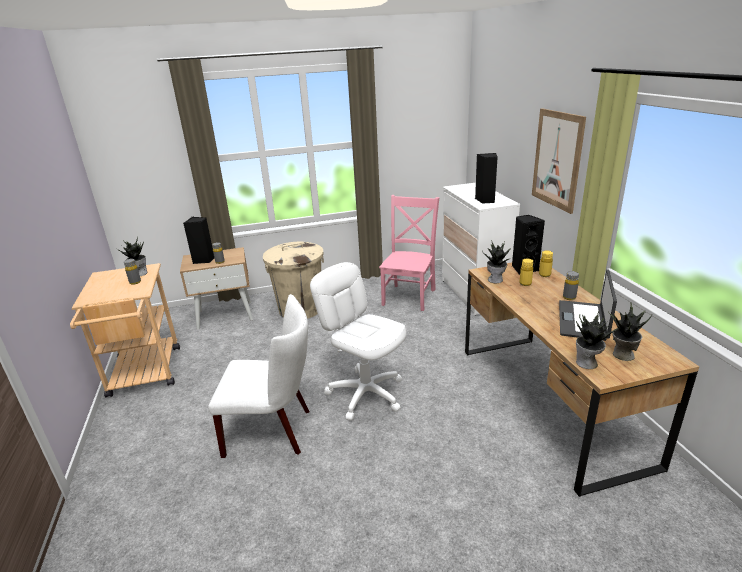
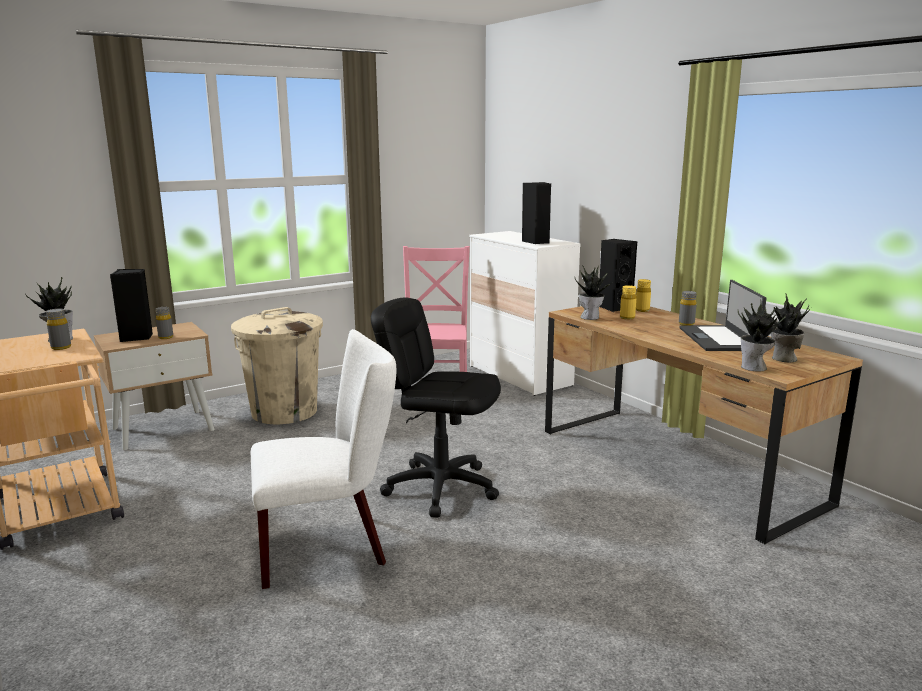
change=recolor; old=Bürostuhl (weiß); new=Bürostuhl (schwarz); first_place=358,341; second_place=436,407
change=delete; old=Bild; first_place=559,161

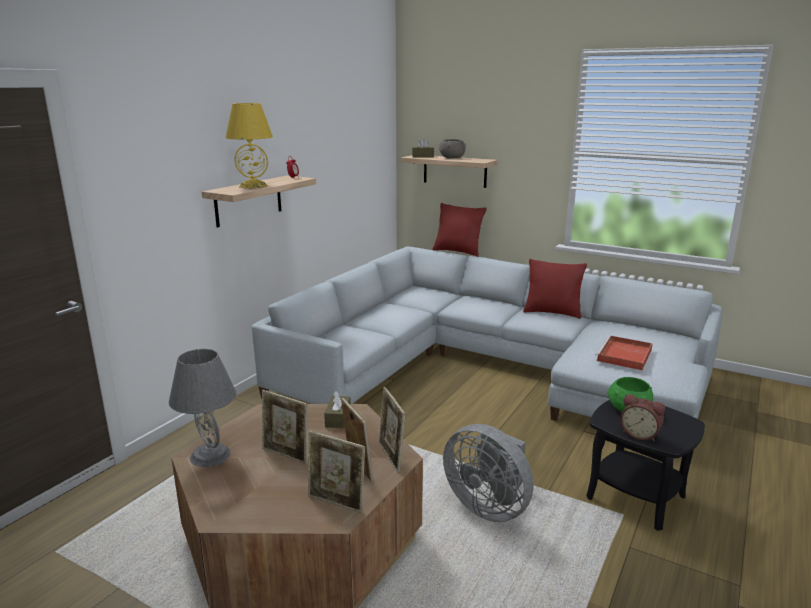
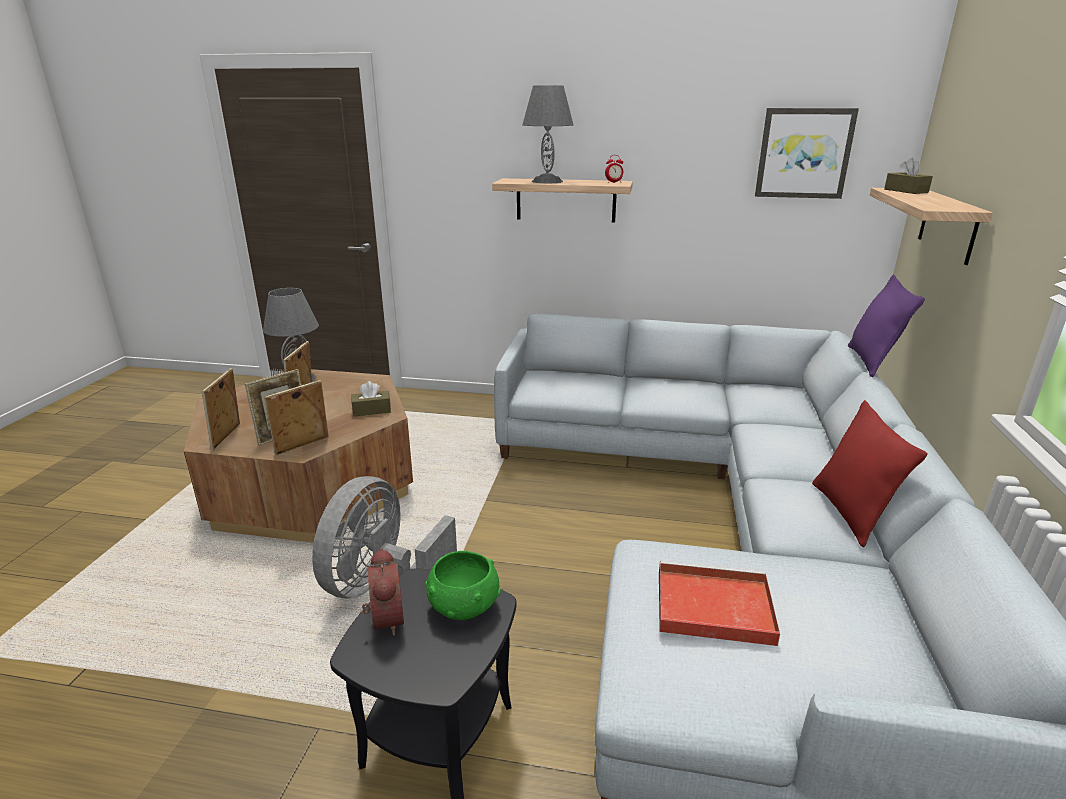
change=rotate; old=Wecker; first_place=642,418; second_place=383,592; degrees=150
change=recolor; old=Tischlampe (gelb); new=Tischlampe (grau); first_place=249,146; second_place=548,134
change=insert; new=Bild; second_place=807,153
change=recolor; old=Kissen (rot); new=Kissen (lila); first_place=460,230; second_place=886,326
change=delete; old=Schüssel (grau); first_place=452,149

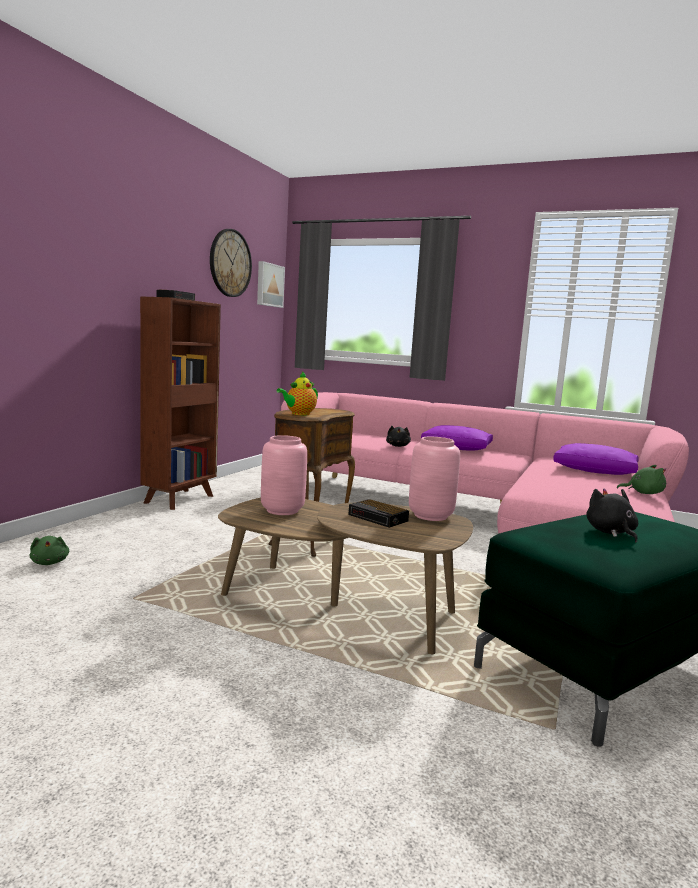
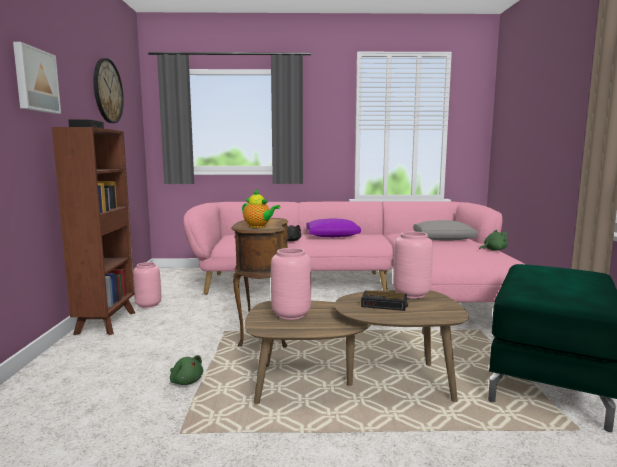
change=move; old=Bild; first_place=271,284; second_place=37,78
change=insert; new=Vase (rosa); second_place=147,285
change=move; old=Plüschtier (grün); first_place=49,550; second_place=186,370
change=rotate; old=Teekanne; first_place=297,393; second_place=261,208; degrees=-75
change=recolor; old=Kissen (lila); new=Kissen (grau); first_place=596,459; second_place=445,230
change=delete; old=Plüschtier (schwarz); first_place=612,515

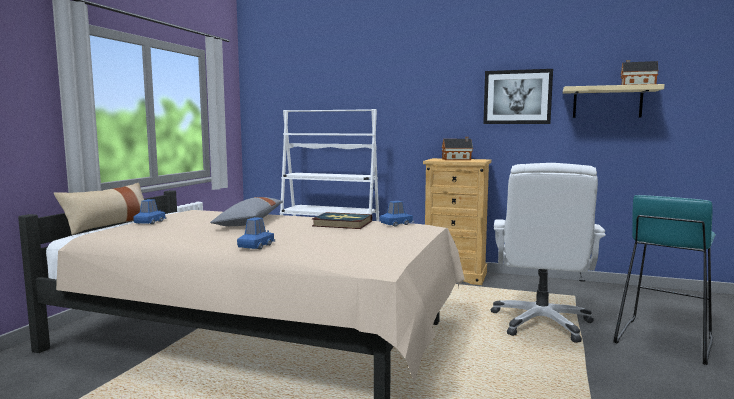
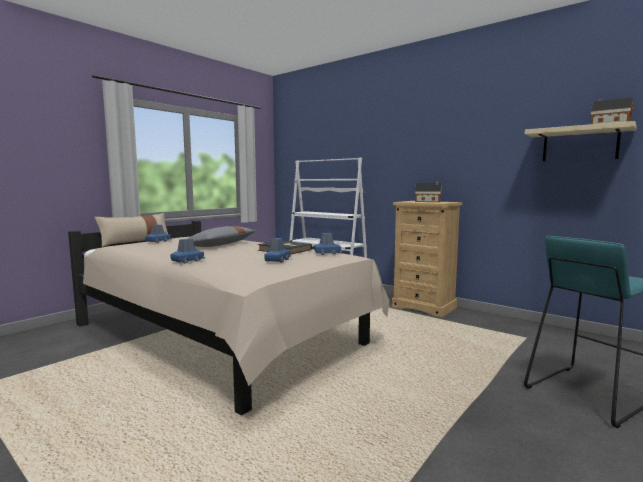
change=insert; new=Spielzeugauto (blau); second_place=277,250
change=delete; old=Bild; first_place=518,96
change=delete; old=Bürostuhl (weiß); first_place=548,253

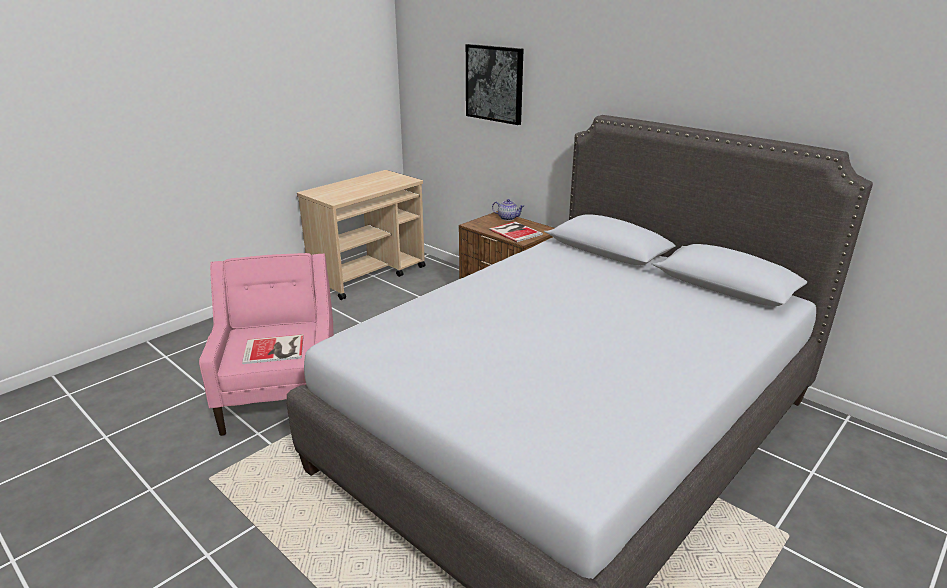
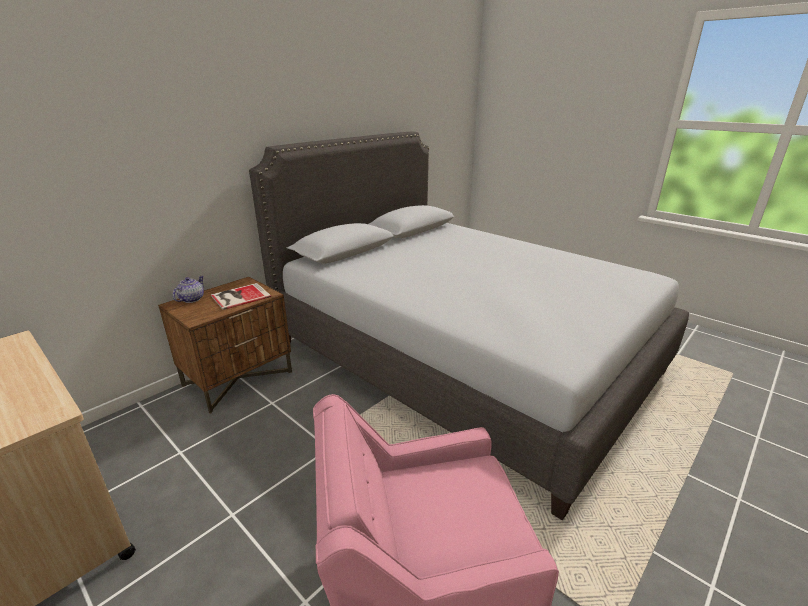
change=delete; old=Buch; first_place=273,349
change=delete; old=Bild; first_place=495,84

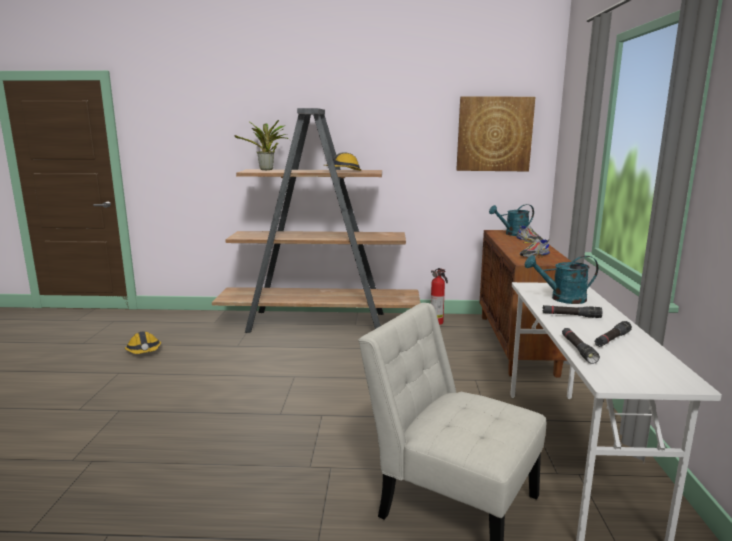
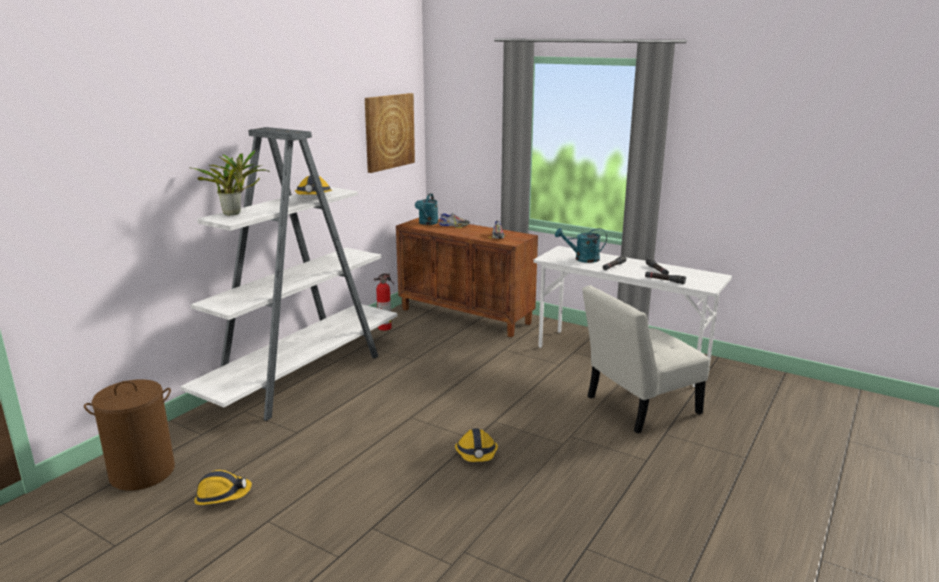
change=insert; new=Wäschekorb (braun); second_place=129,435
change=recolor; old=Bücherregal (braun); new=Bücherregal (weiß); first_place=316,220; second_place=288,274
change=insert; new=Schutzhelm; second_place=476,445
change=rotate; old=Gießkanne (türkis); first_place=561,279; second_place=581,245; degrees=60

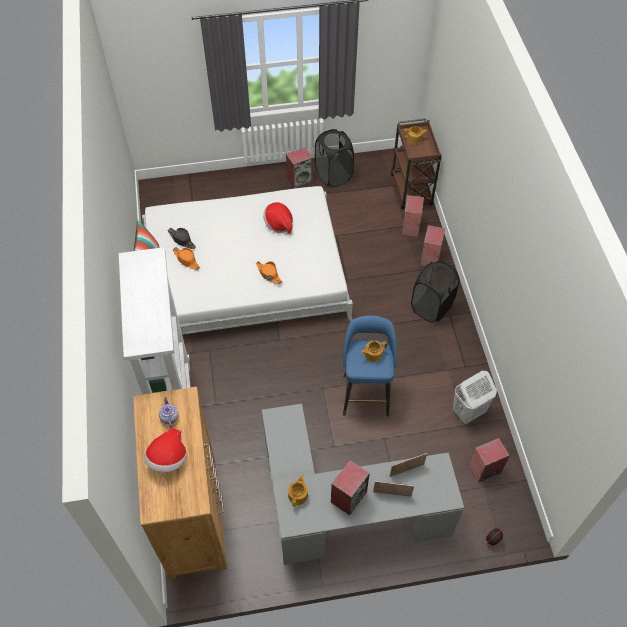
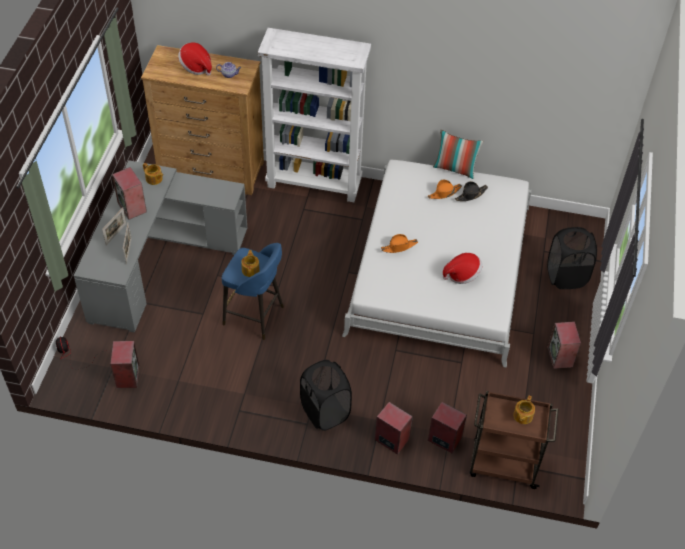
change=move; old=Wäschekorb (schwarz); first_place=334,158; second_place=572,258
change=delete; old=Wäschekorb (weiß); first_place=475,397

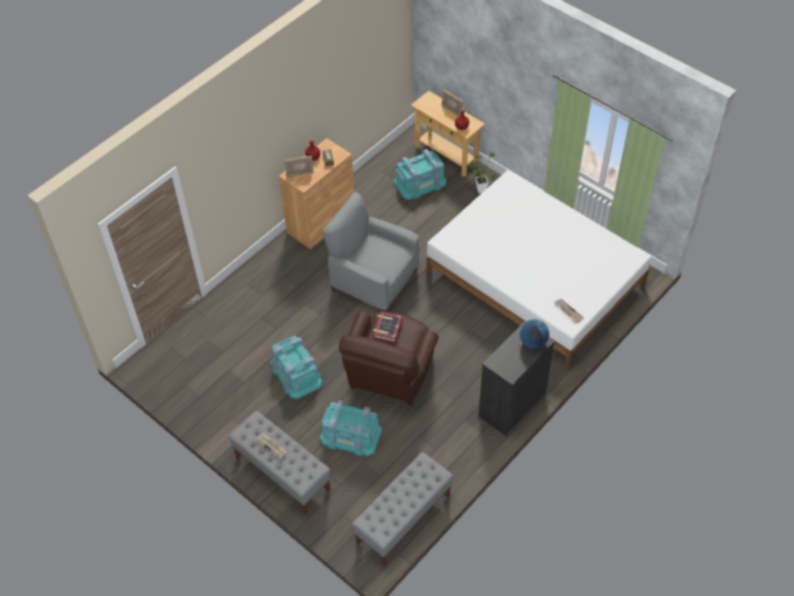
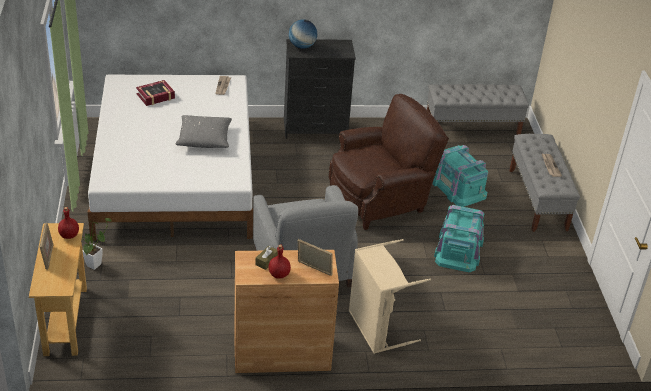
change=move; old=Buch; first_place=388,327; second_place=155,93
change=insert; new=Kissen (grau); second_place=203,131
change=insert; new=Wäschekorb (beige); second_place=390,296
change=delete; old=Aufbewahrungsbox (türkis); first_place=420,174

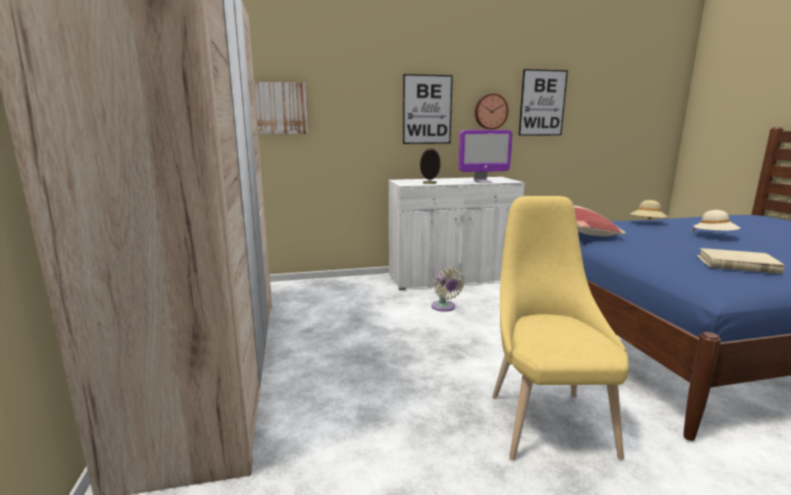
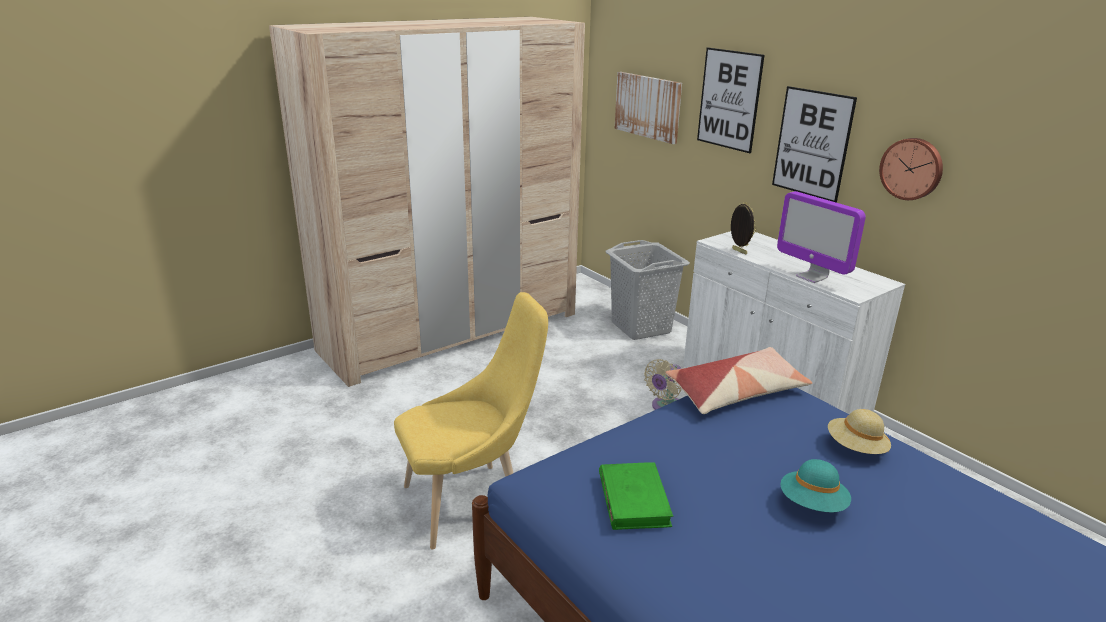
change=recolor; old=Buch (beige); new=Buch (grün); first_place=740,261; second_place=636,496
change=insert; new=Wäschekorb (grau); second_place=647,290
change=move; old=Bild; first_place=543,102; second_place=731,100
change=recolor; old=Hut (beige); new=Hut (türkis); first_place=716,221; second_place=815,485

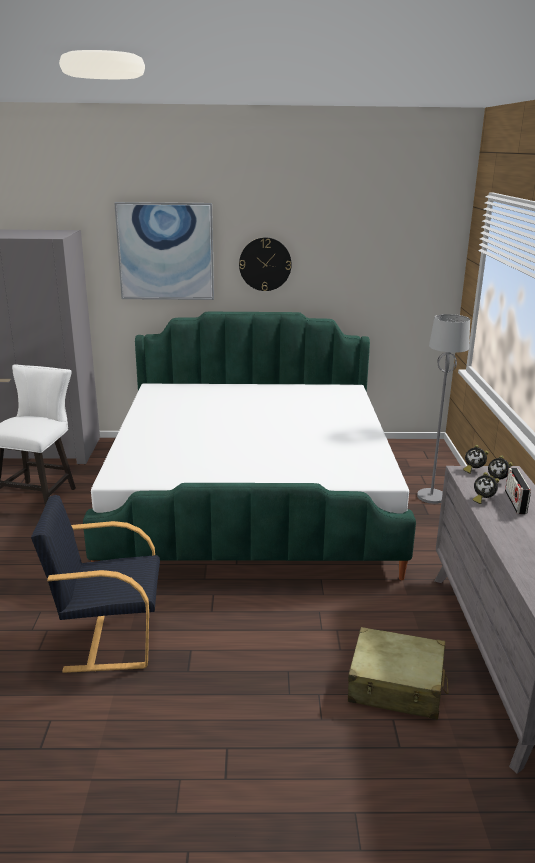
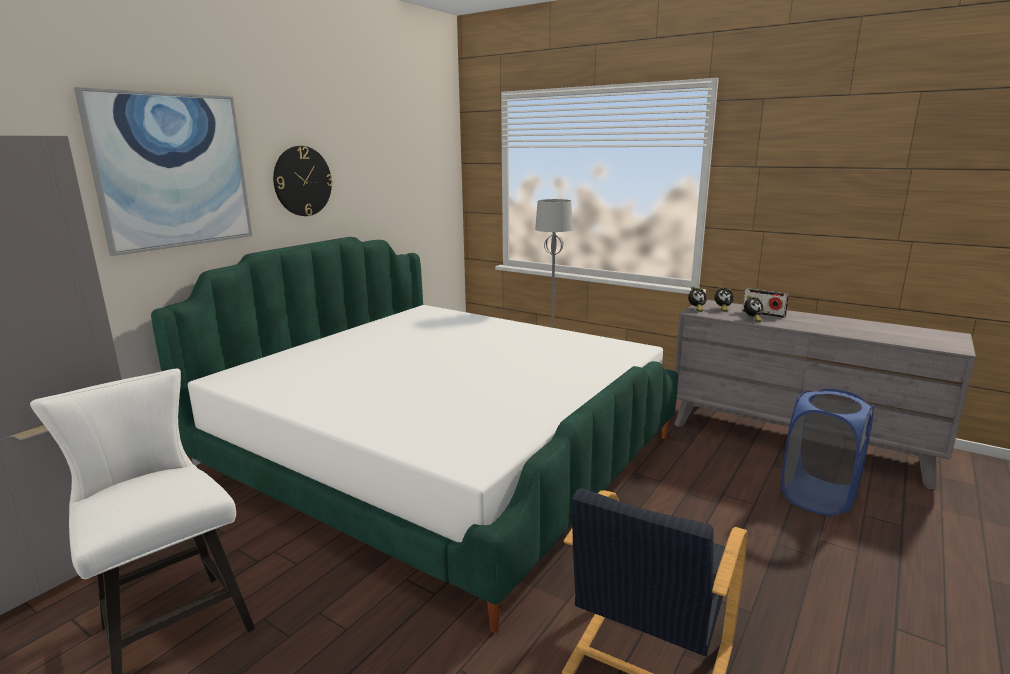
change=replace; old=Koffer (beige); new=Wäschekorb (blau); first_place=398,673; second_place=827,452

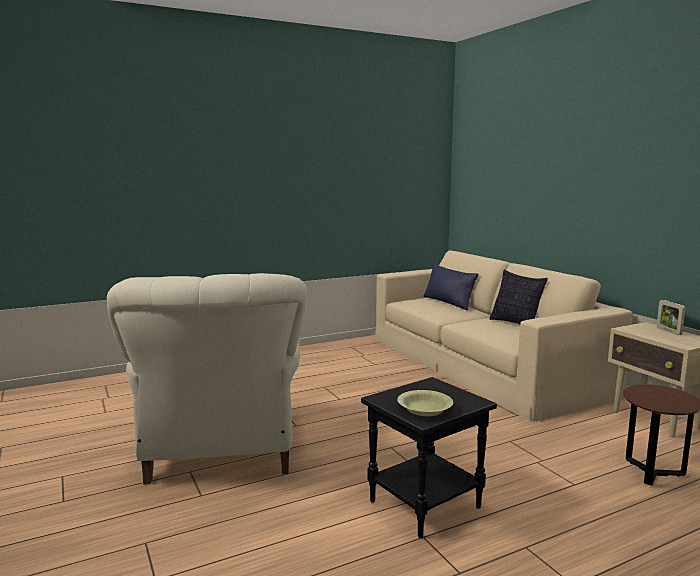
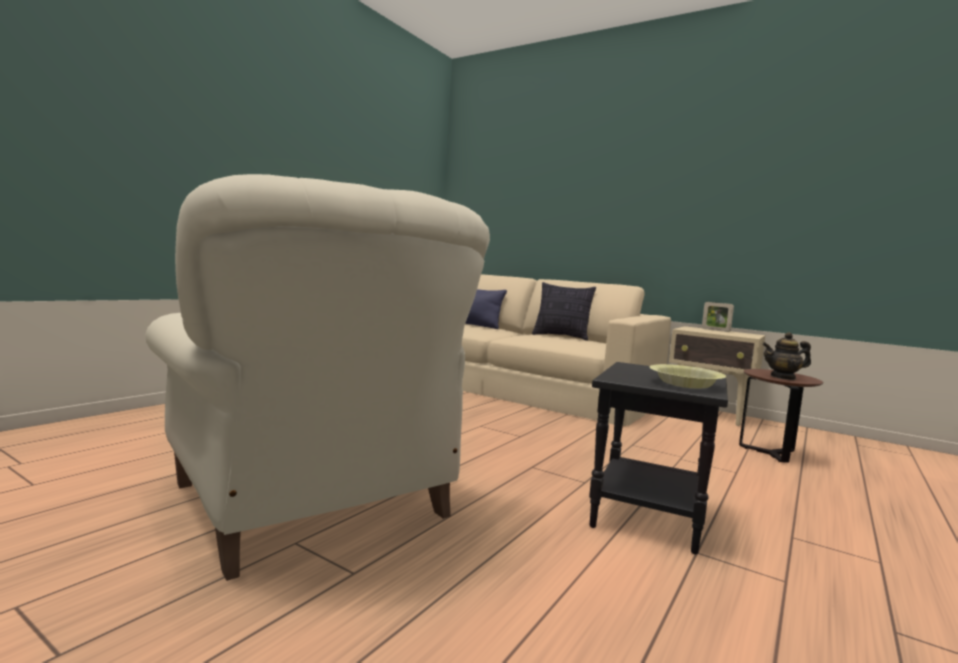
change=insert; new=Teekanne; second_place=786,356

